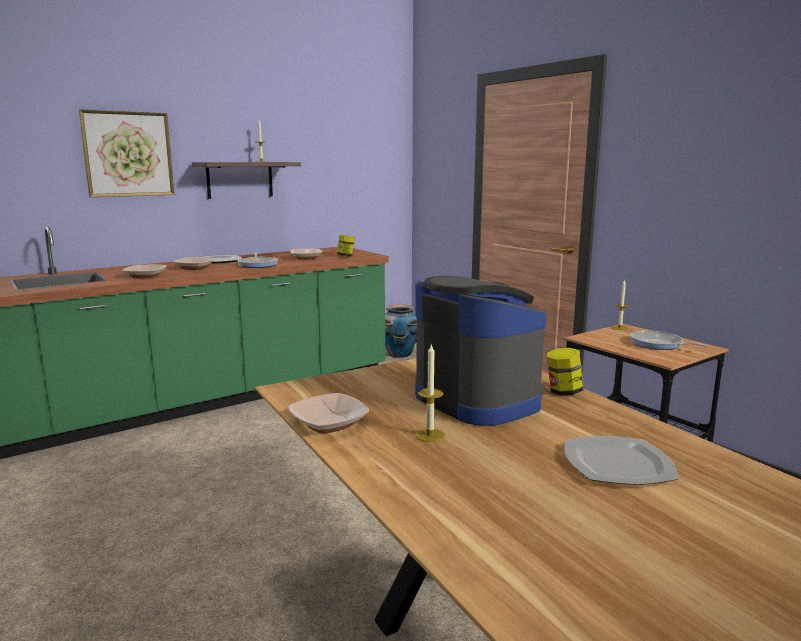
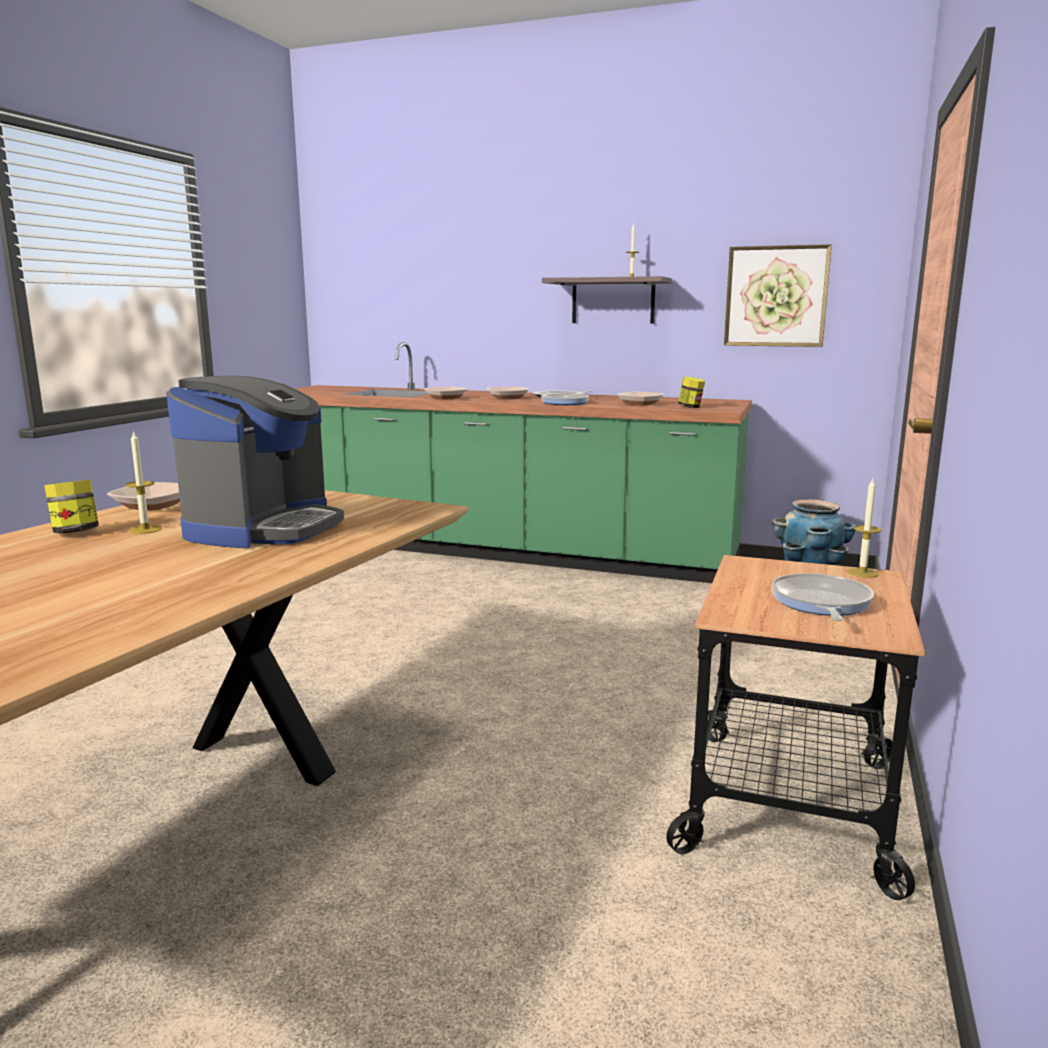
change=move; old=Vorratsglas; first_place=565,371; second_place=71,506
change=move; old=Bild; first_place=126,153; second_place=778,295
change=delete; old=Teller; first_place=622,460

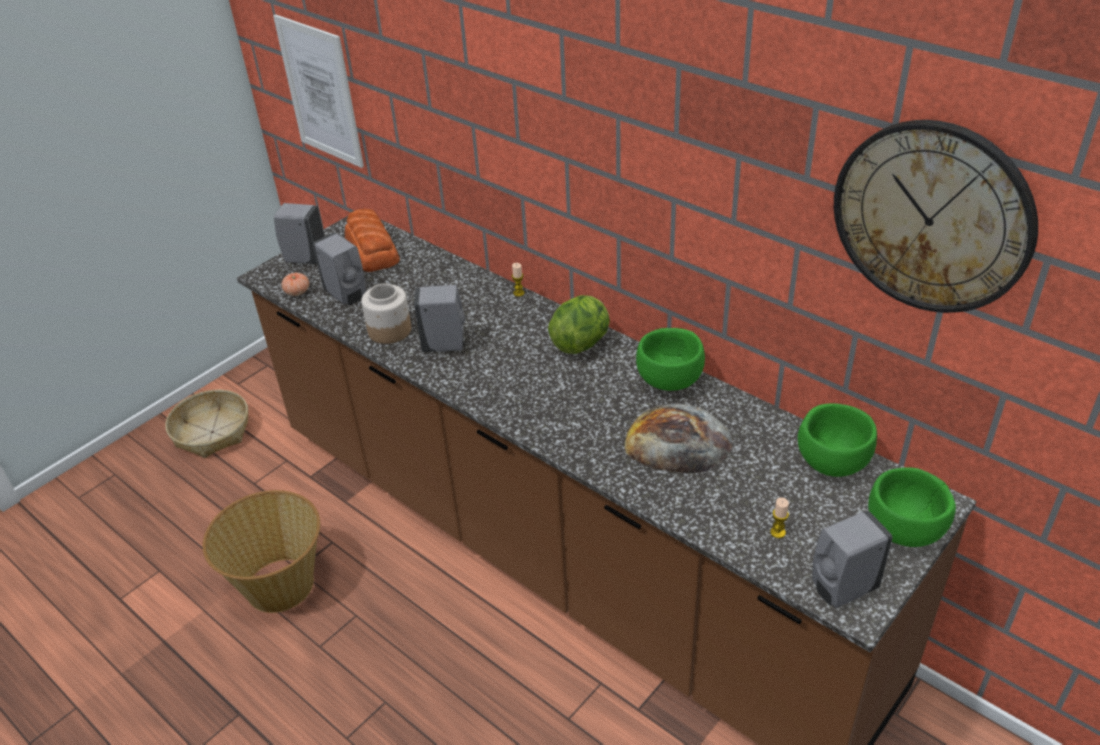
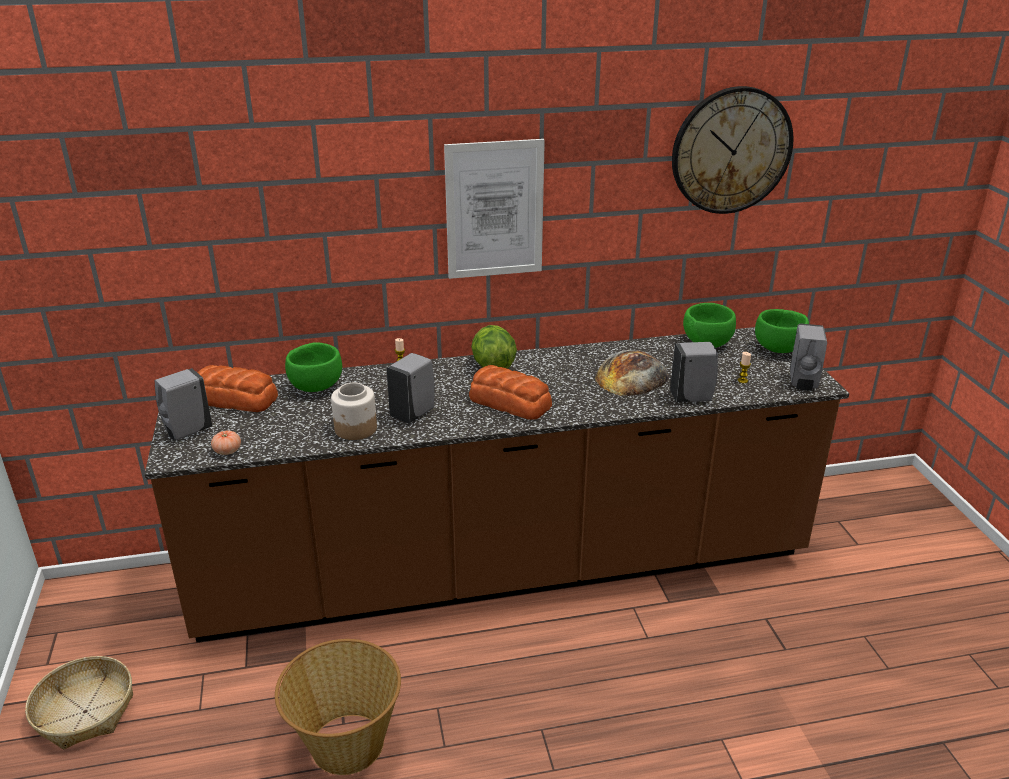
change=move; old=Schüssel (grün); first_place=670,359; second_place=313,367
change=move; old=Bild; first_place=318,91; second_place=494,209
change=insert; new=Brot; second_place=510,392
change=move; old=Seifenspender (grau); first_place=339,269; second_place=694,372

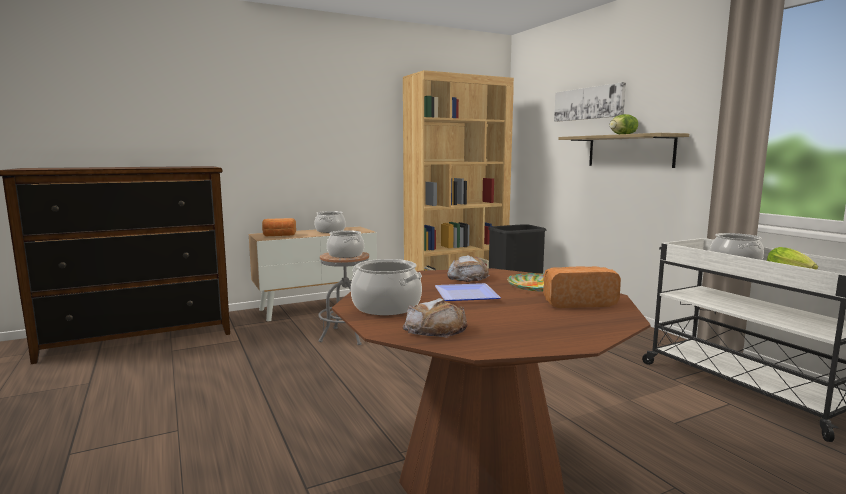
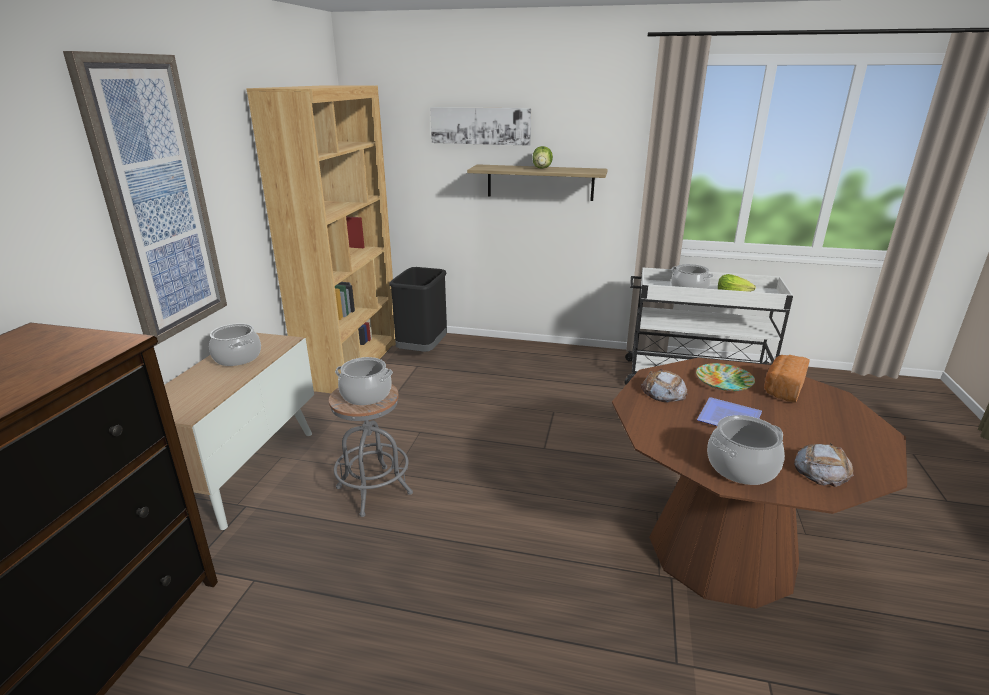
change=insert; new=Bild; second_place=145,198
change=delete; old=Brot; first_place=279,227

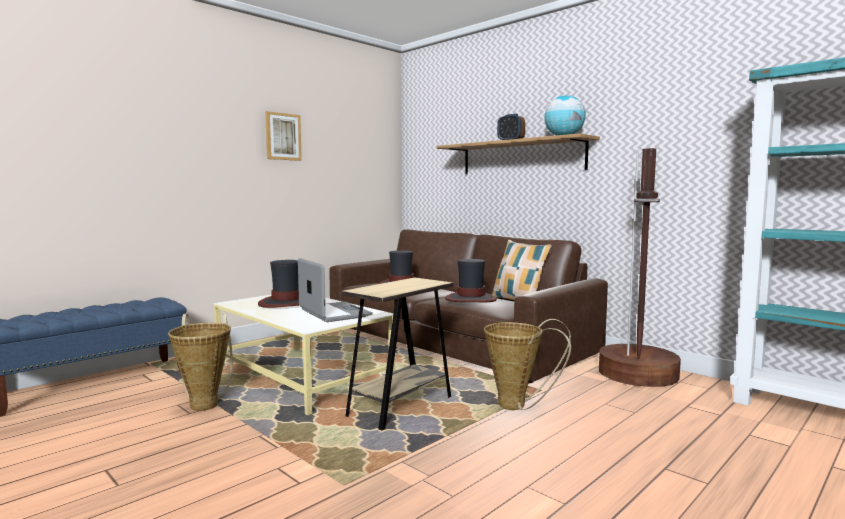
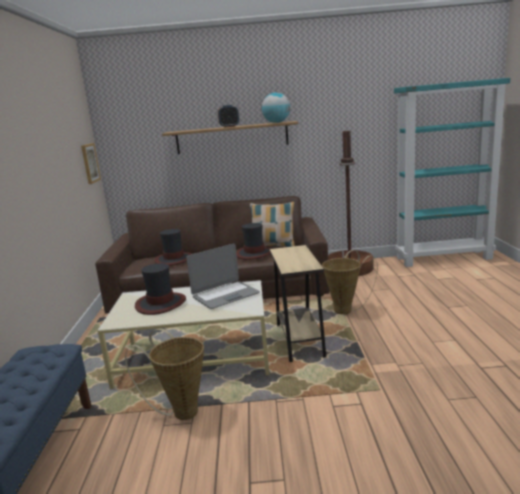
change=move; old=Bild; first_place=283,136; second_place=91,163
change=rotate; old=Laptop; first_place=335,290; second_place=223,276; degrees=135

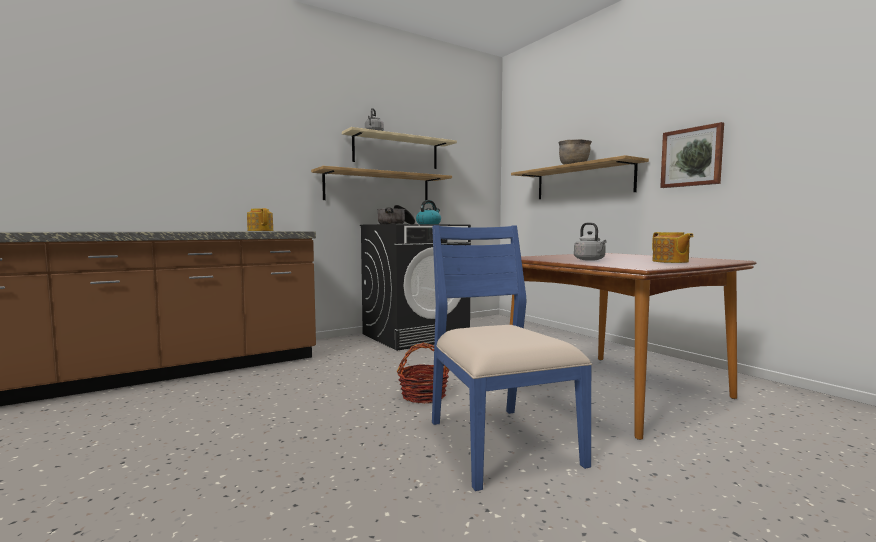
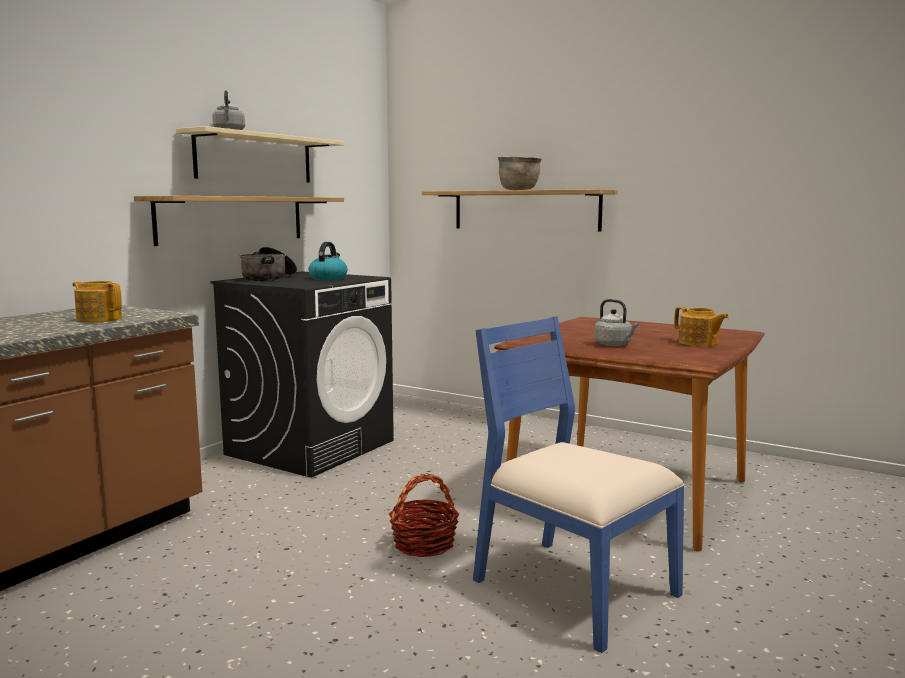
change=delete; old=Bild; first_place=692,155

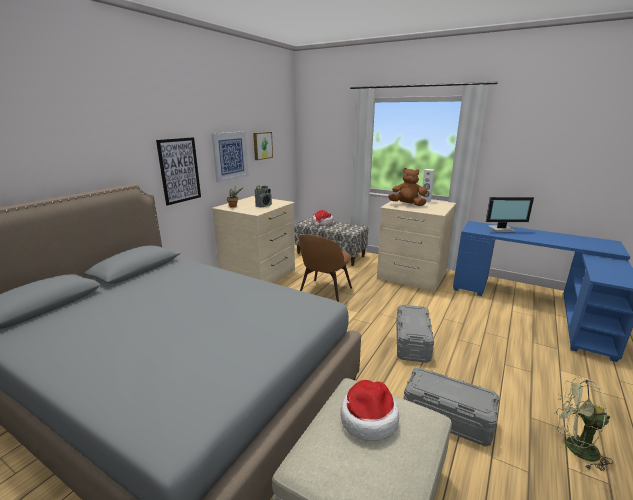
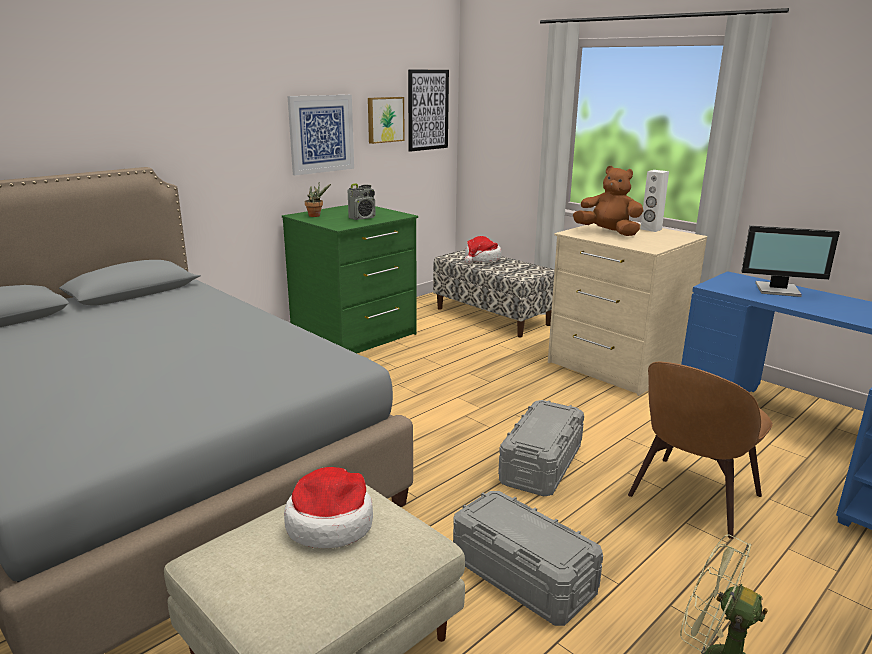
change=recolor; old=Kommode (beige); new=Kommode (grün); first_place=253,239; second_place=350,279
change=move; old=Bild; first_place=178,171; second_place=428,111
change=move; old=Stuhl (braun); first_place=325,268; second_place=700,450

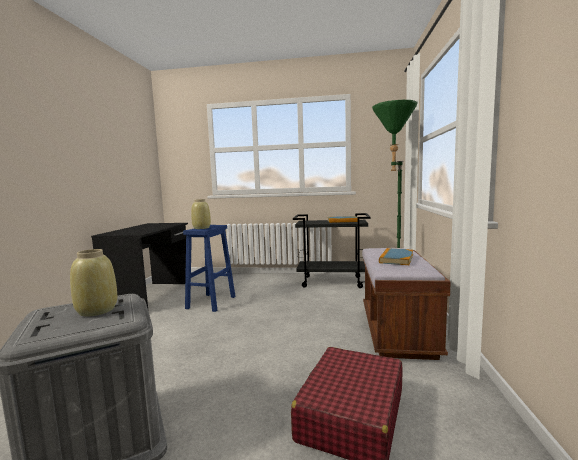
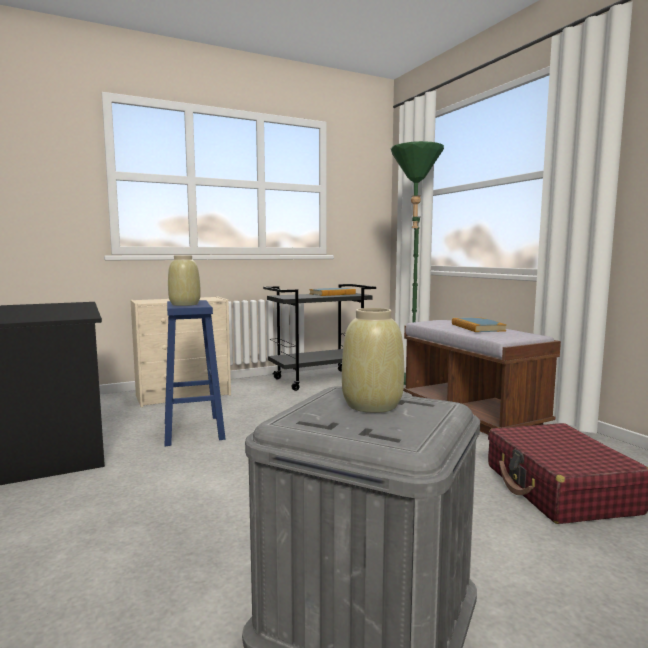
change=insert; new=Kommode (beige); second_place=180,351

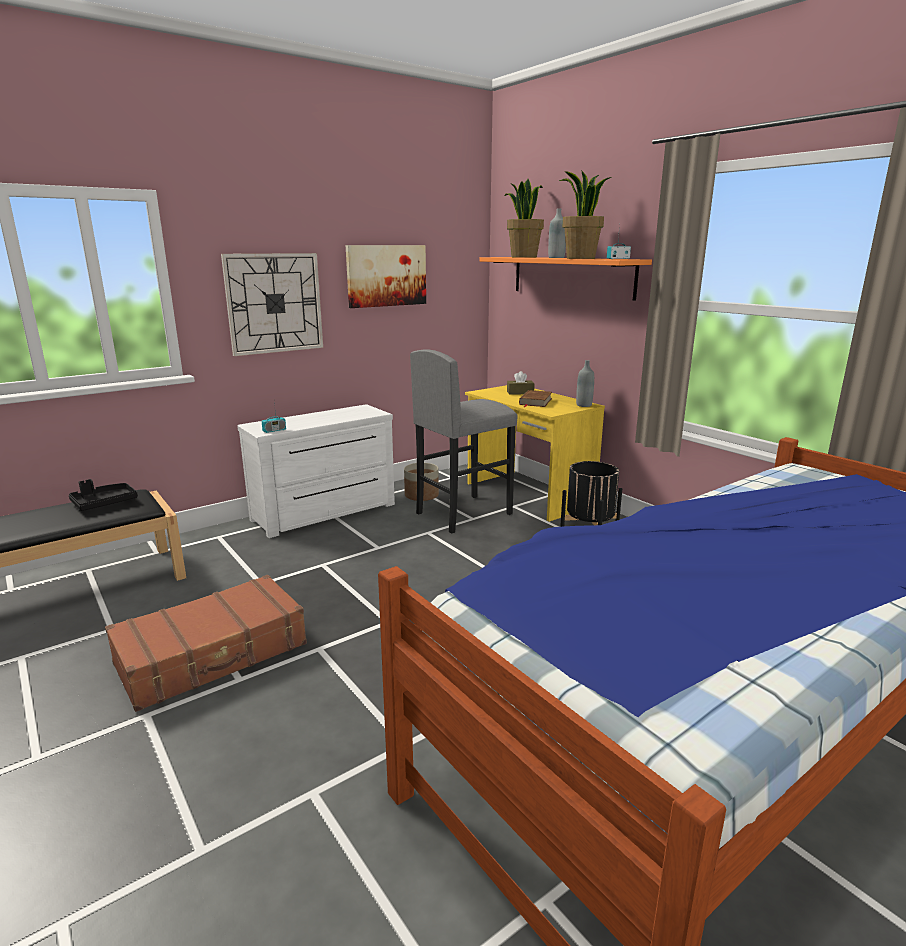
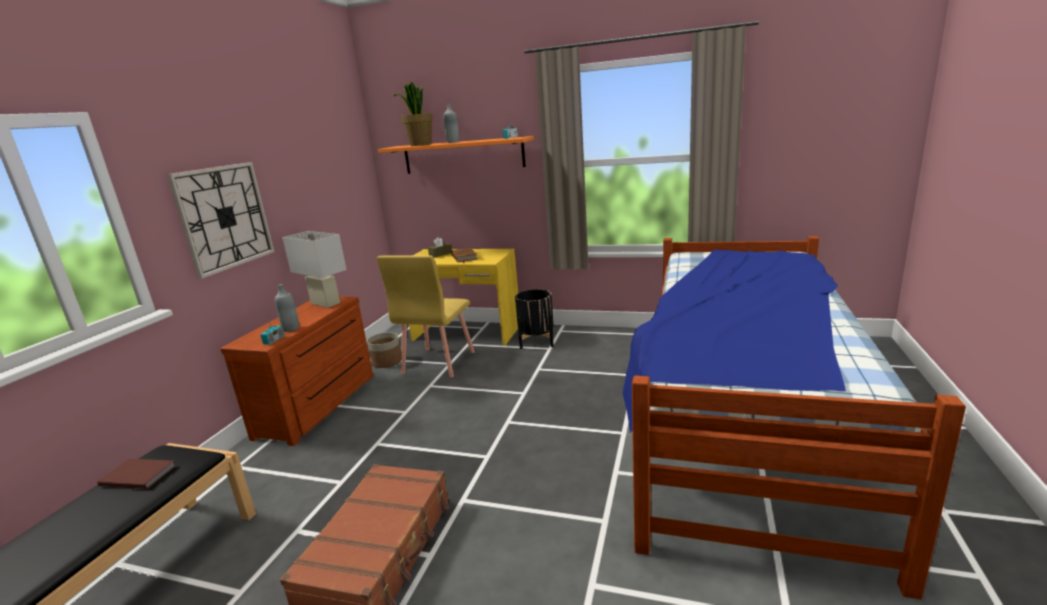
change=replace; old=Tablett (schwarz); new=Buch (braun); first_place=103,495; second_place=136,474
change=recolor; old=Kommode (weiß); new=Kommode (braun); first_place=316,471; second_place=297,371
change=move; old=Flasche (grau); first_place=585,383; second_place=287,308
change=insert; new=Tischlampe (weiß); second_place=314,269
change=replace; old=Hocker (grau); new=Stuhl (gelb); first_place=463,442; second_place=426,316
change=delete; old=Bild; first_place=386,276
change=delete; old=Topfpflanze; first_place=585,215

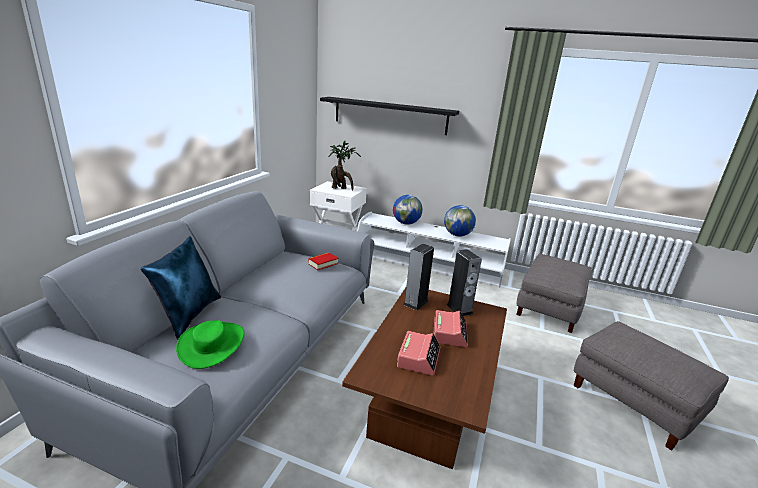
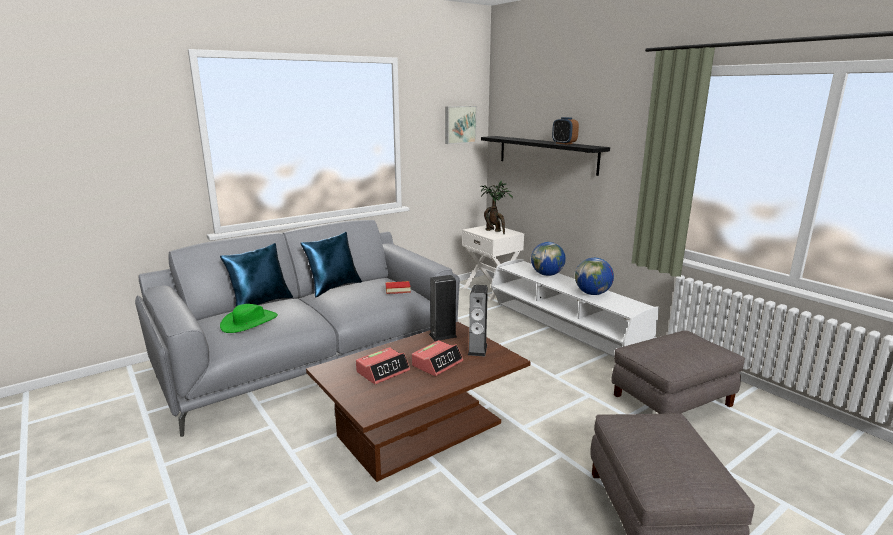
change=insert; new=Kissen (blau); second_place=331,264
change=insert; new=Bild; second_place=461,125
change=insert; new=Wecker; second_place=565,131

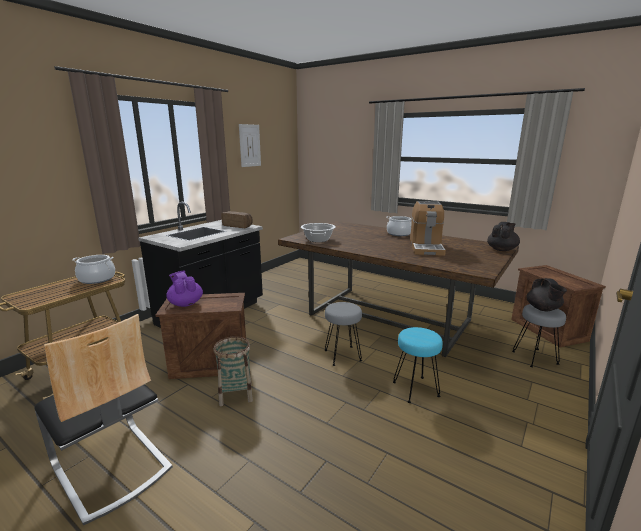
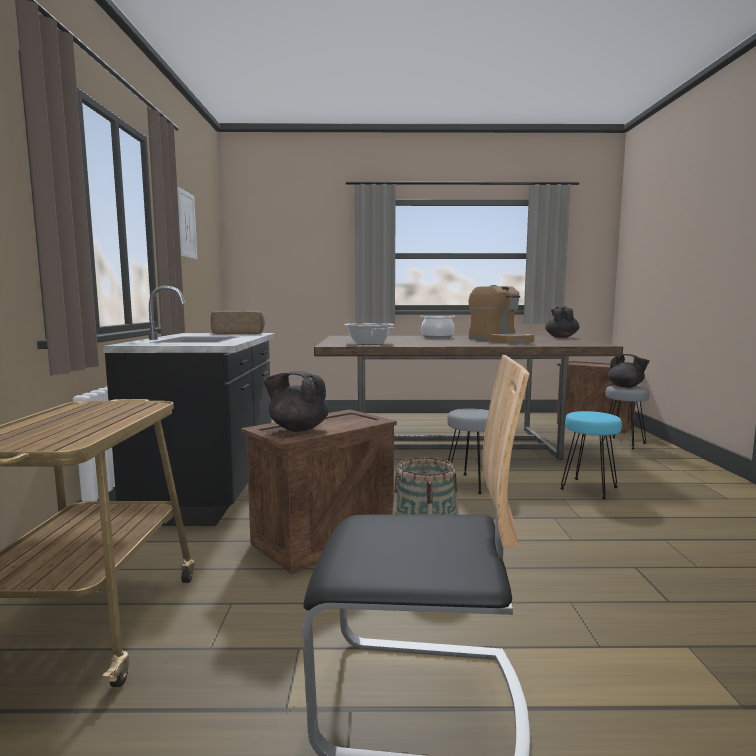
change=recolor; old=Teekanne (lila); new=Teekanne (schwarz); first_place=184,289; second_place=296,401
change=delete; old=Kochtopf; first_place=93,269

